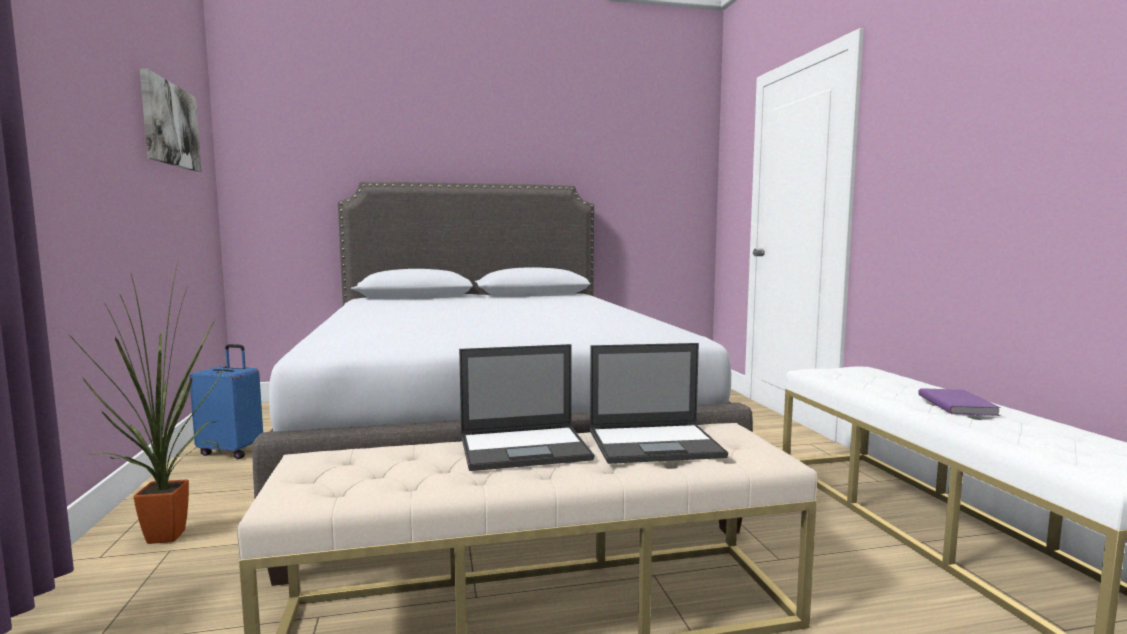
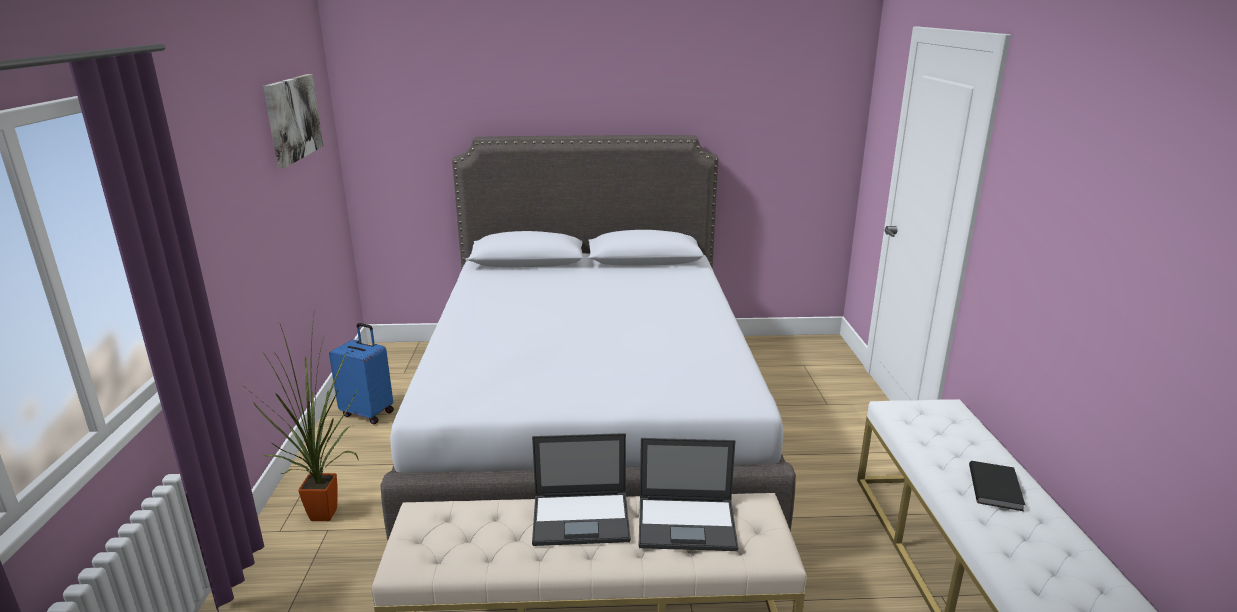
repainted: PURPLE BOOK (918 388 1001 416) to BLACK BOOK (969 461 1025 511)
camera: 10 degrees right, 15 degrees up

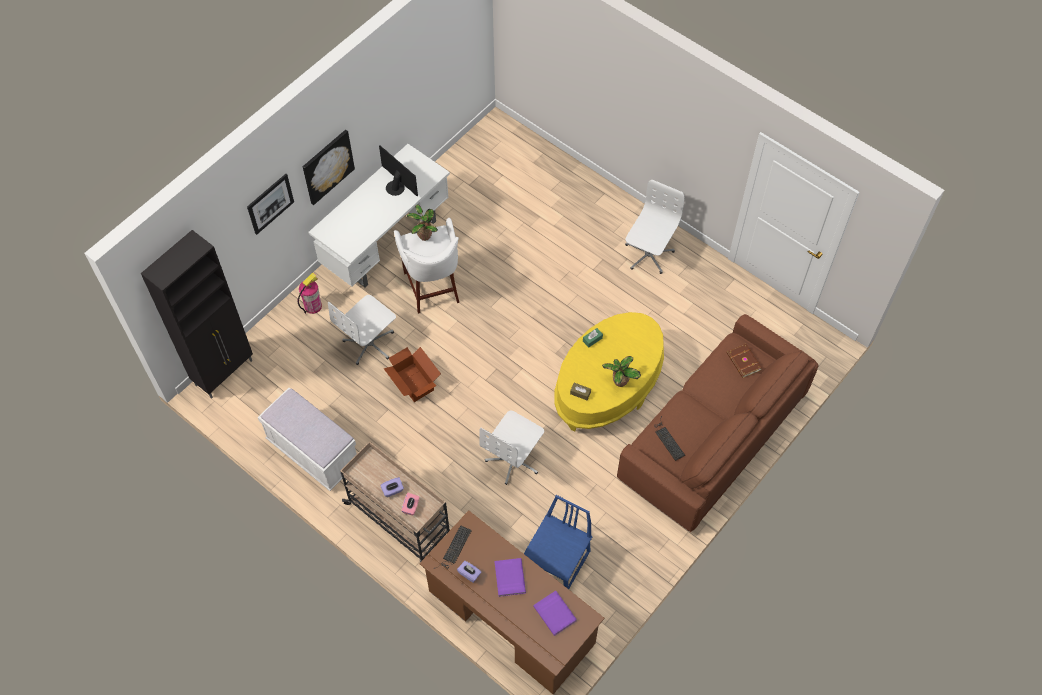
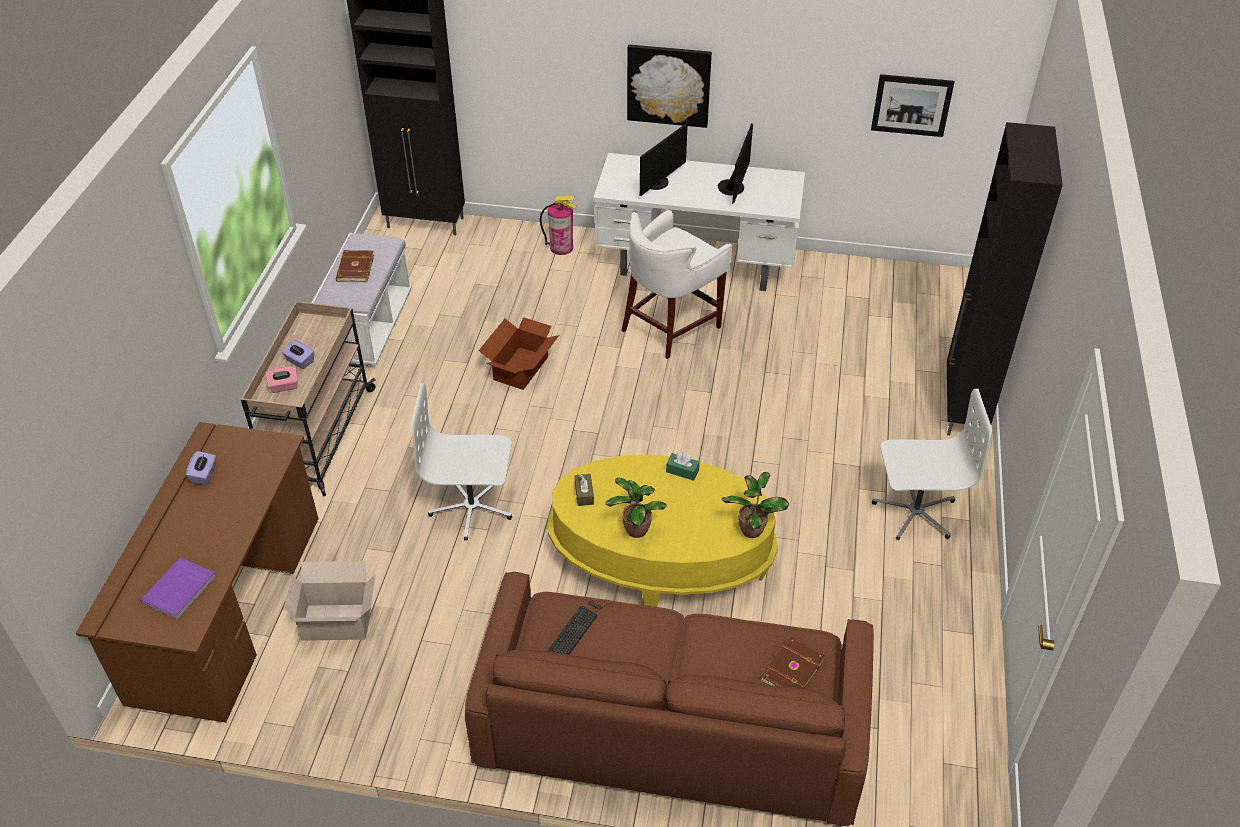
gone: WHITE OFFICE CHAIR (328 295 396 365); KEYBOARD (434 525 472 569); PURPLE BOOK (495 558 526 597)
new: BLACK CABINET (946 122 1063 435); MONITOR (640 123 688 196); BROWN BOOK (336 250 374 282)
shifted: PICTURE (247 174 294 235) to (871 74 954 137); POTTED PLANT (407 205 438 241) to (721 472 789 538)
swapped: BLUE CHAIR (524 495 592 589) to CARDBOARD BOX (284 561 376 641)
camera: 60 degrees right, 15 degrees down

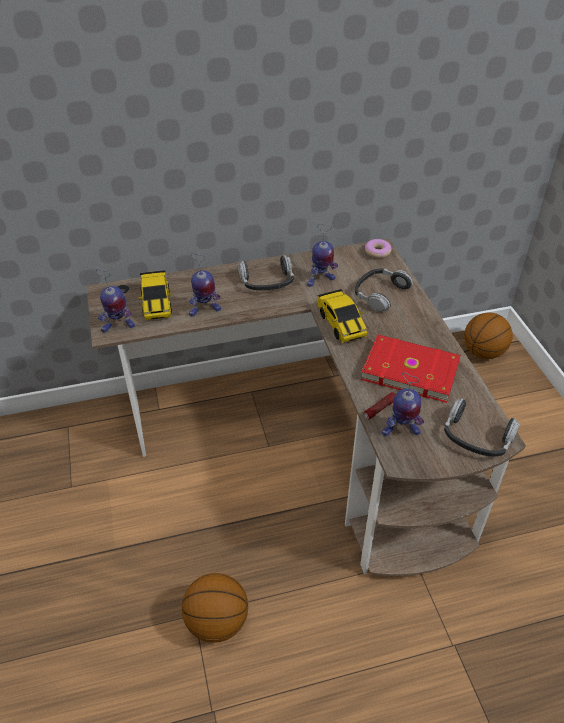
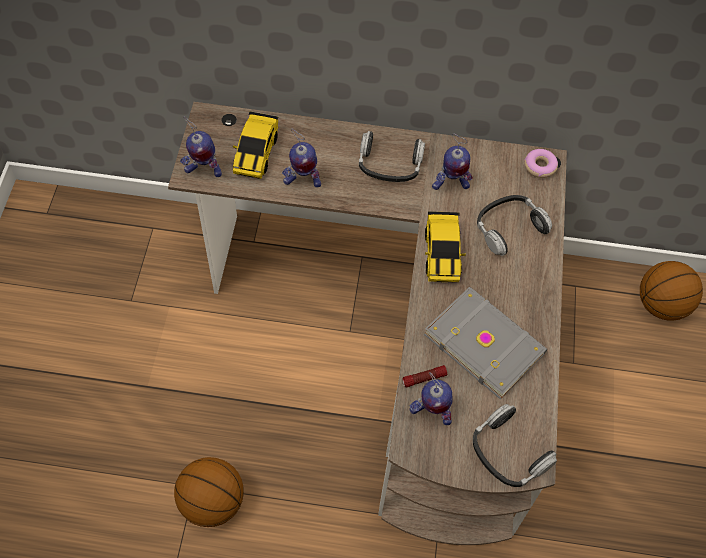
repainted: RED BOOK (361 335 461 403) to GREY BOOK (424 287 547 400)
camera: 20 degrees right, 15 degrees up

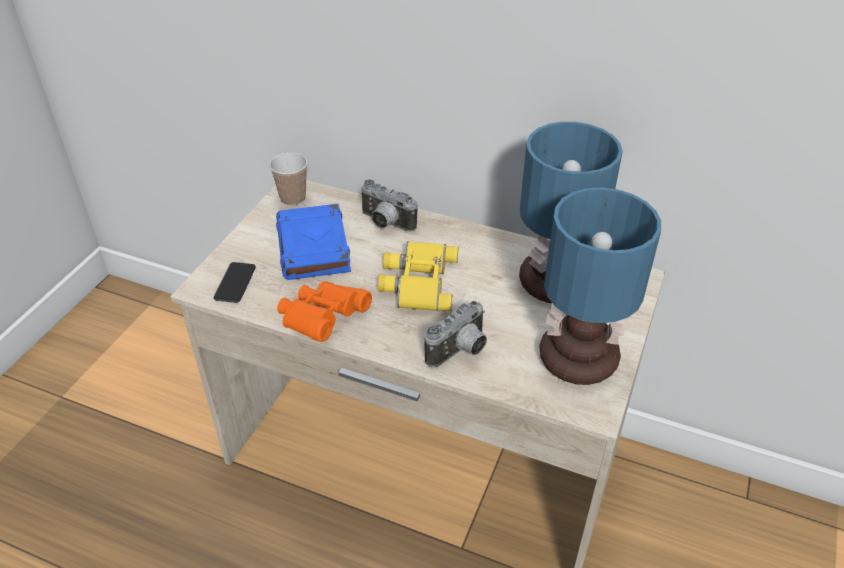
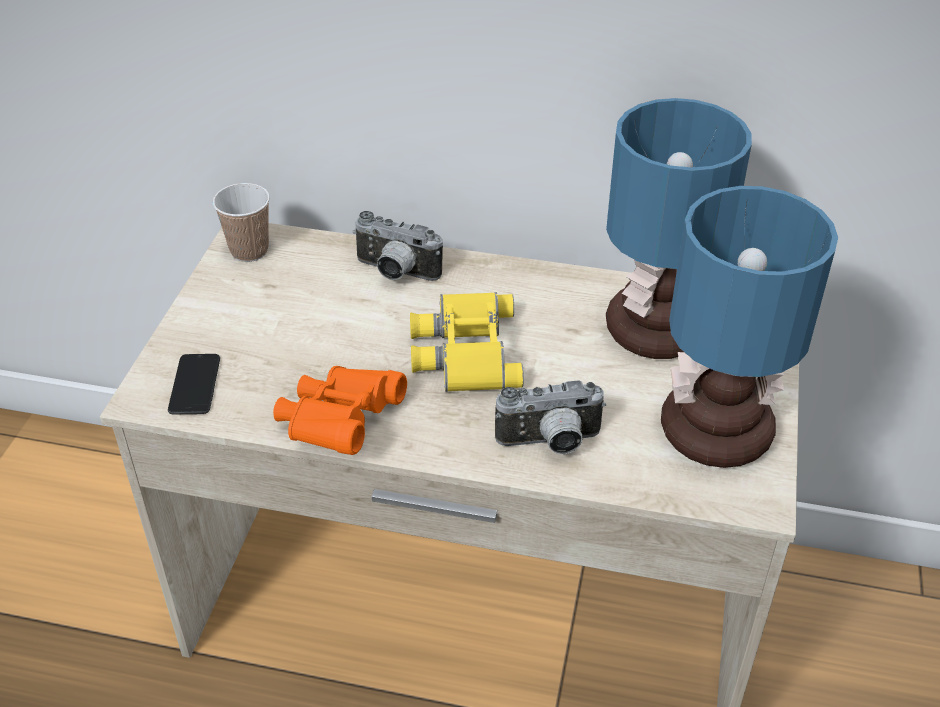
gone: BLUE BOOK (276 204 351 280)
rotated: PHOTO CAMERA (424 301 487 368) = (495 380 606 454) 45 degrees clockwise
camera: 10 degrees left, 0 degrees up

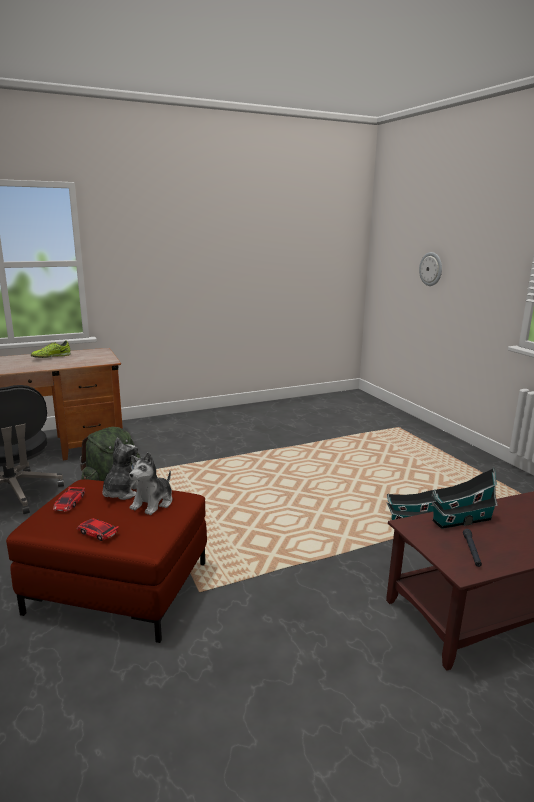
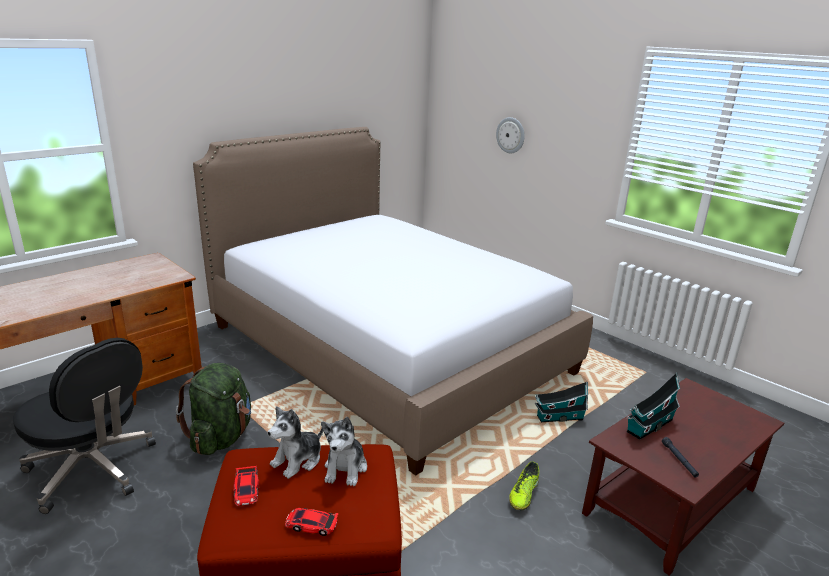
new: BED (193 127 593 476)
shifted: SHOE (31 340 71 358) to (509 461 539 510)
rotated: PLUSH TOY (102 437 138 500) = (268 406 323 479) 135 degrees counterclockwise
camera: 20 degrees left, 5 degrees up

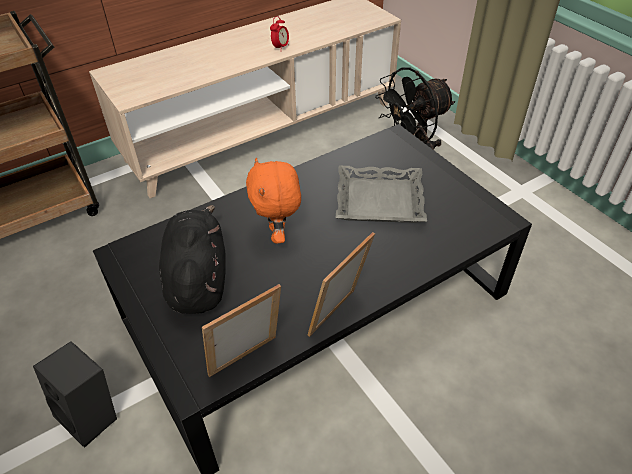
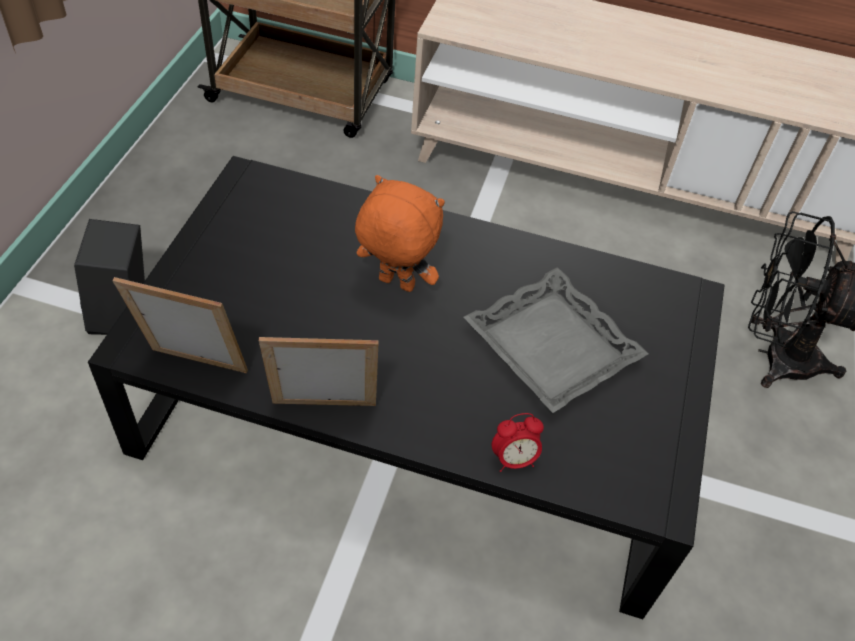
gone: BLACK PLUSH TOY (159 205 226 314)
shifted: ALARM CLOCK (270 16 289 48) to (492 413 544 472)
rotated: ORANGE PLUSH TOY (246 158 301 244) = (355 175 445 292) 75 degrees clockwise
camera: 45 degrees right, 5 degrees up

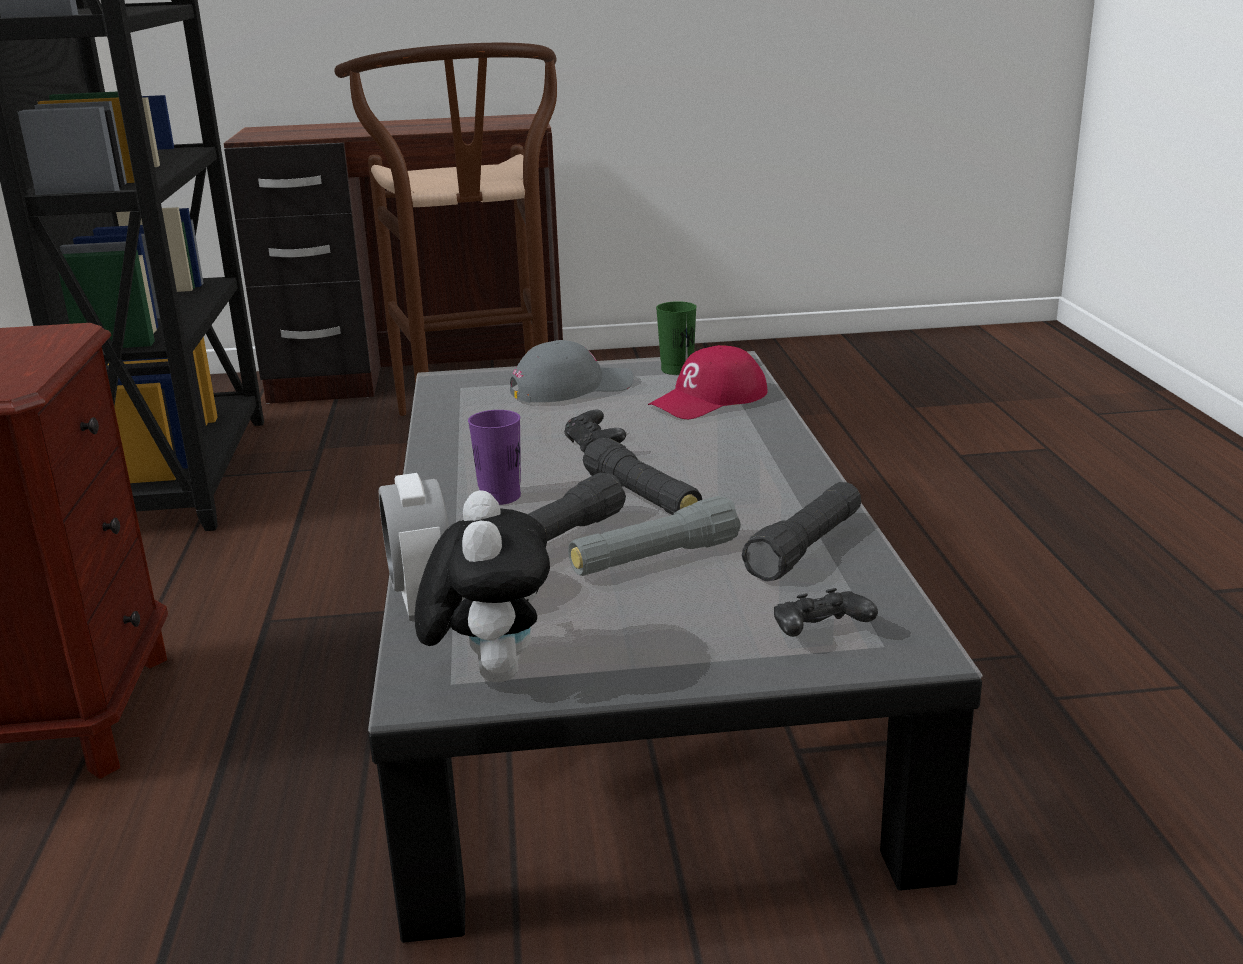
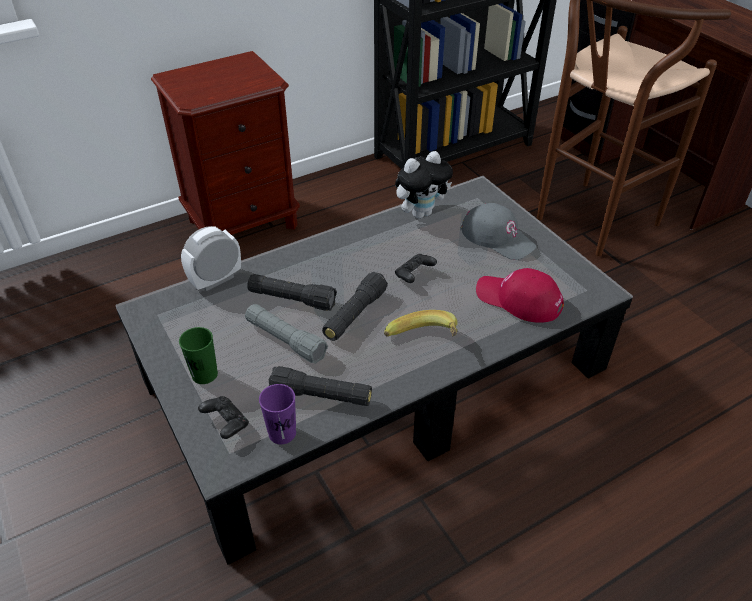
new: BANANA (384 310 458 337)
shifted: GREEN CUP (656 301 697 375) to (179 327 218 384); PURPLE CUP (468 410 521 505) to (259 384 296 444); PLUSH TOY (415 490 550 682) to (395 151 453 219)
camera: 65 degrees right, 20 degrees up

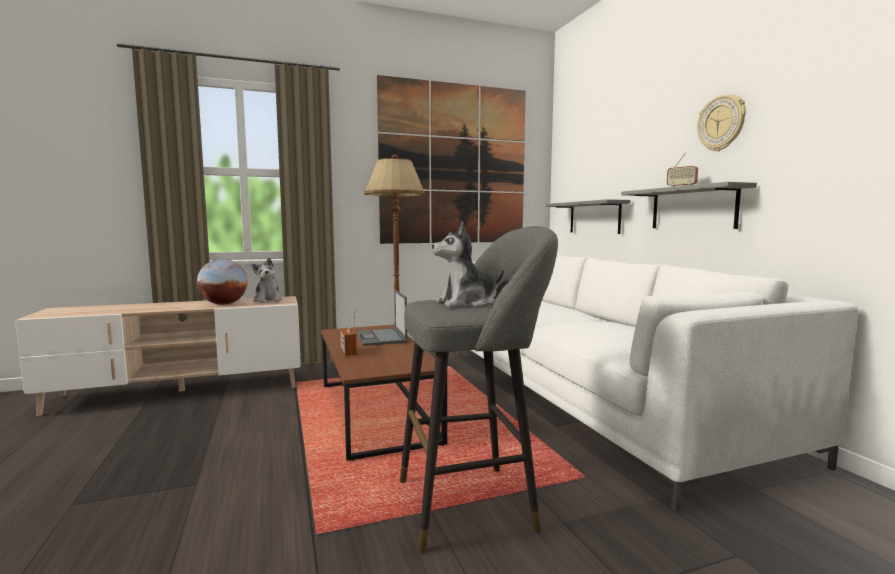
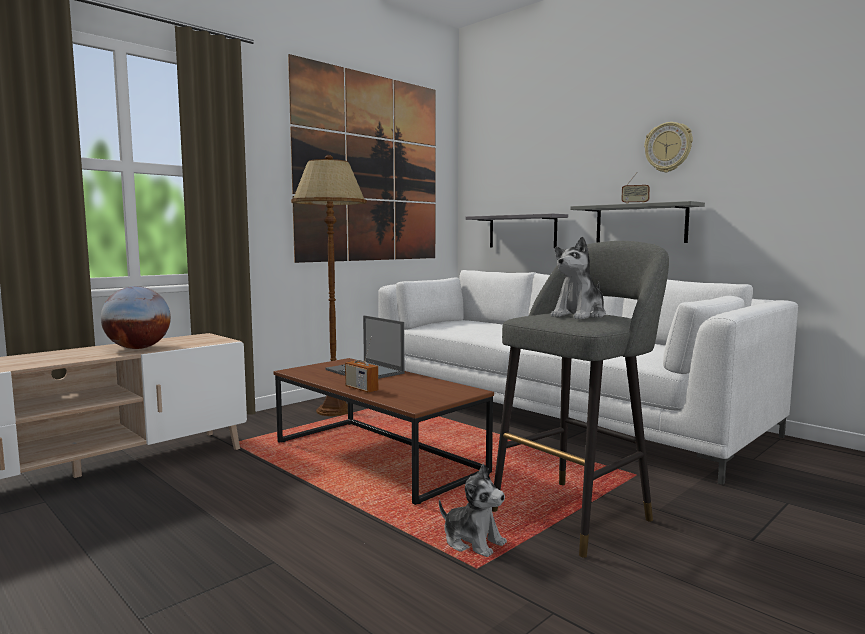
shifted: PLUSH TOY (251 258 282 303) to (439 464 507 557)
camera: 25 degrees left, 0 degrees up

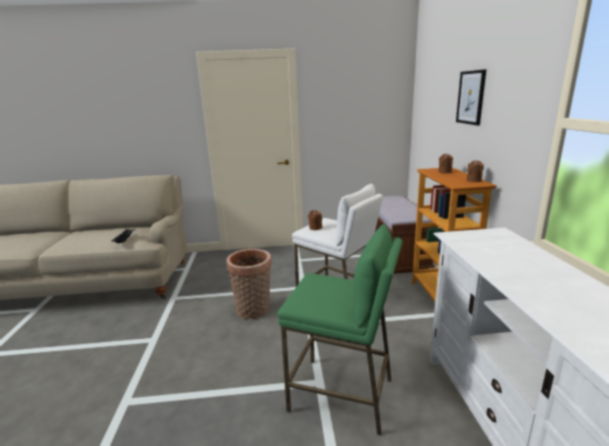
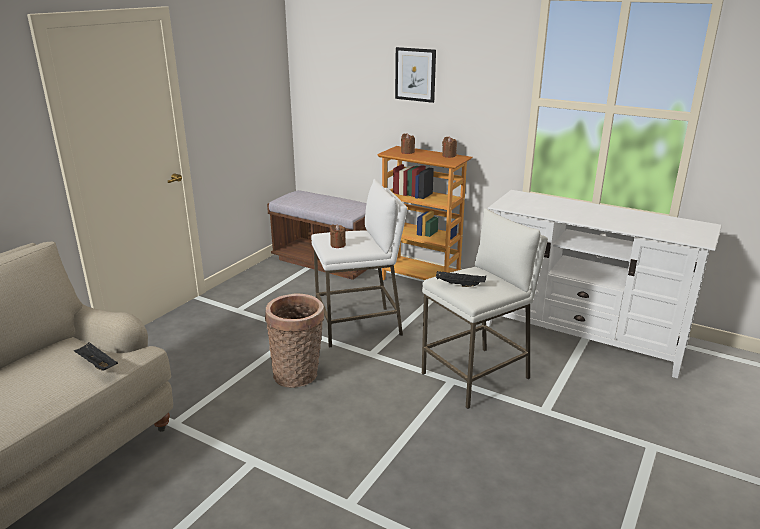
new: BLACK TRAY (436 271 486 287)
repainted: GREEN STOOL (277 224 402 435) to WHITE STOOL (422 208 548 409)
camera: 55 degrees left, 5 degrees up

